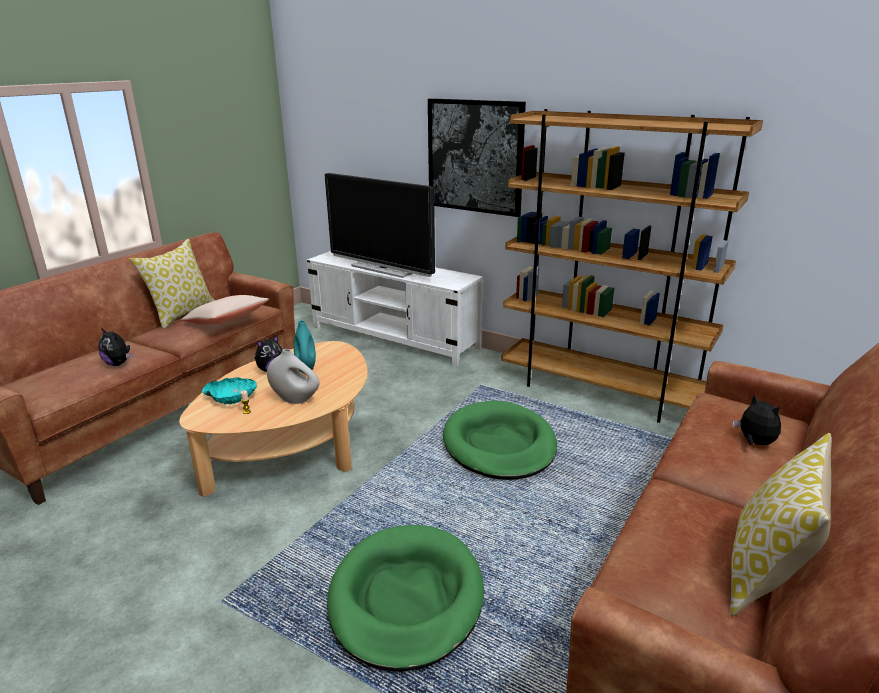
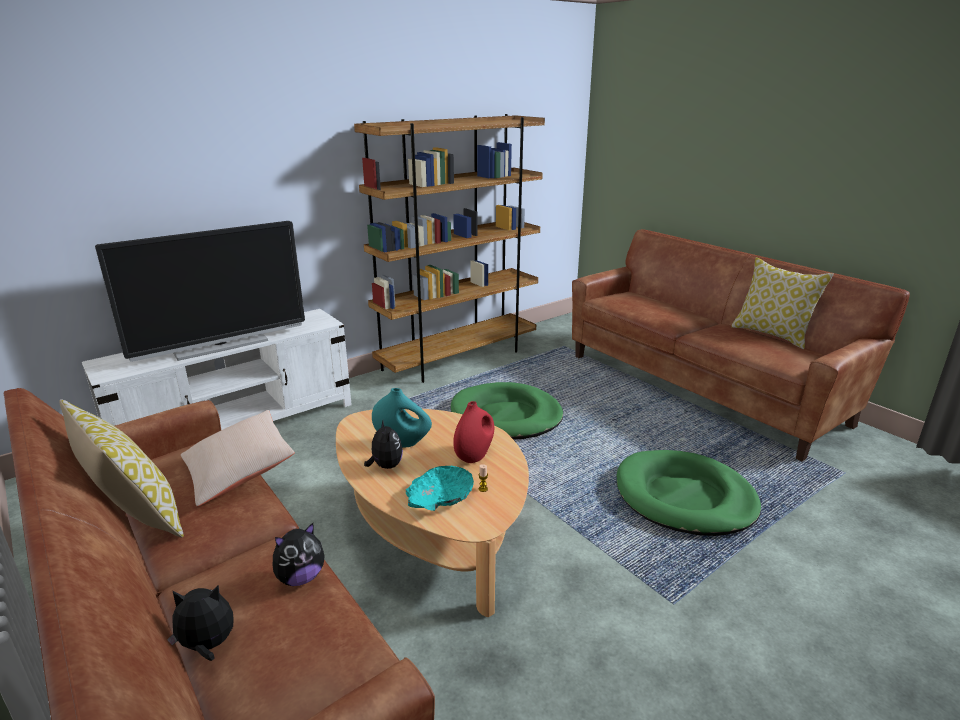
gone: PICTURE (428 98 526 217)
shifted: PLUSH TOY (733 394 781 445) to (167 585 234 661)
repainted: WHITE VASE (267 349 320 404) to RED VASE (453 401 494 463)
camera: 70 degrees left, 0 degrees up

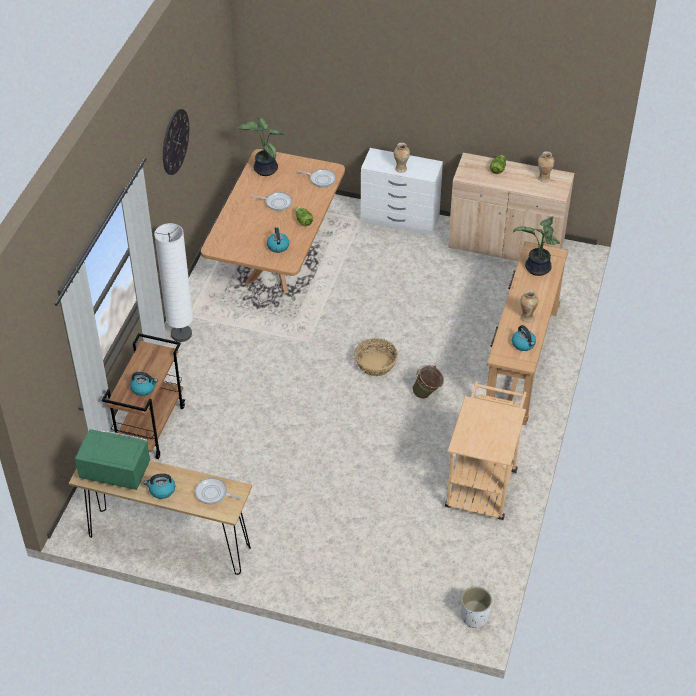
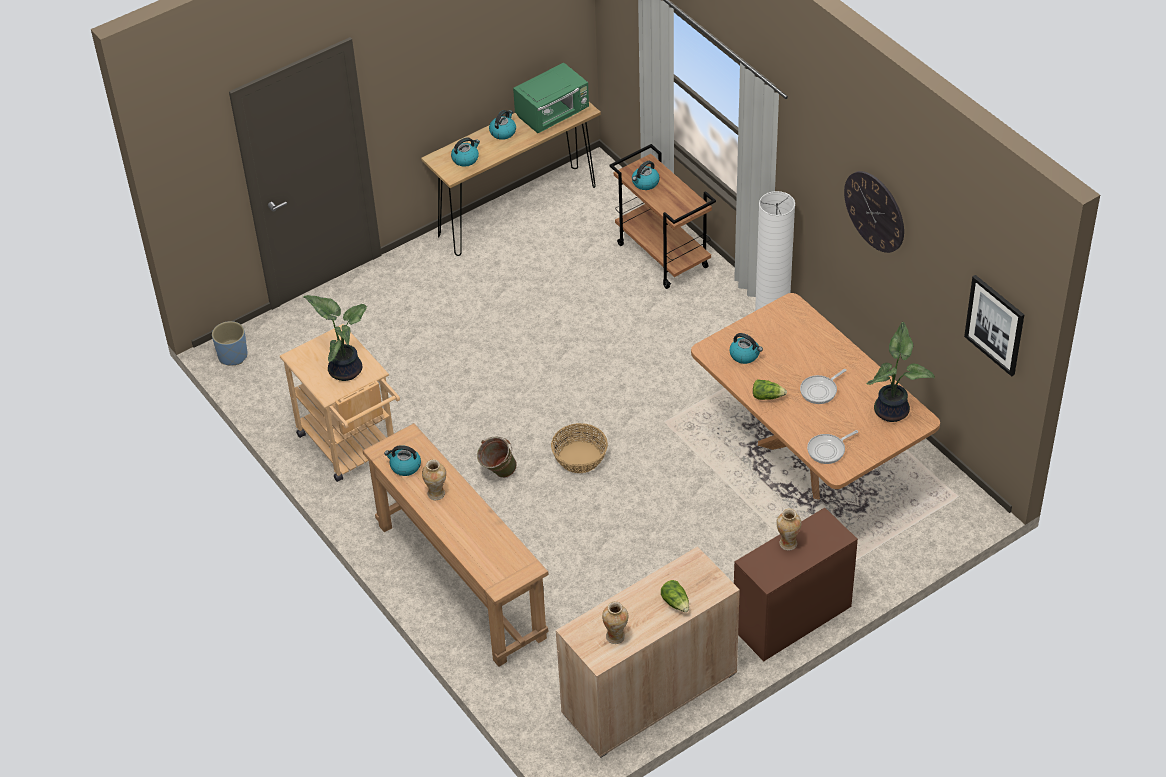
new: PICTURE (964 275 1024 377)
shifted: POTTED PLANT (513 216 560 276) to (303 295 367 381)
swapped: FRYING PAN (195 478 242 505) to KETTLE (451 138 480 167)
repainted: WHITE DRESSER (360 148 443 236) to BROWN DRESSER (734 508 858 661); WHITE PLANTER (461 586 492 628) to BLUE PLANTER (212 321 248 366)
camera: 130 degrees right, 0 degrees up

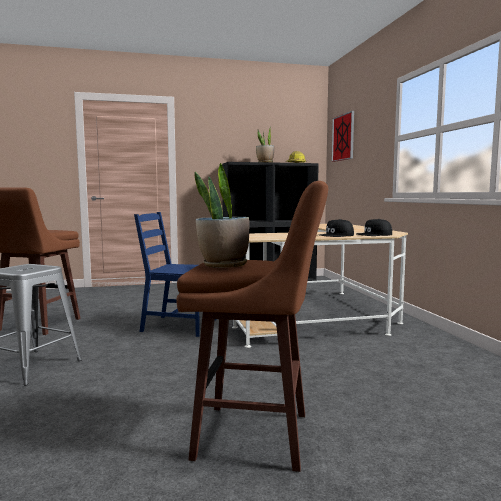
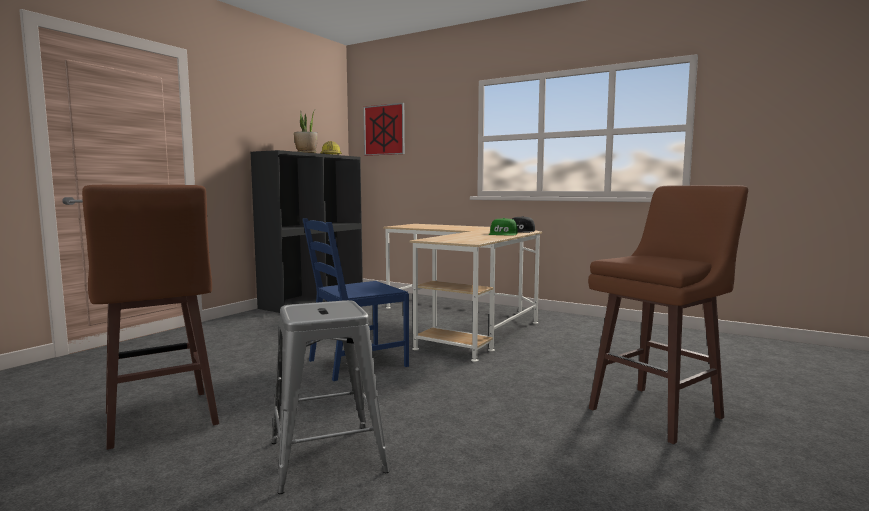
gone: POTTED PLANT (194 163 250 268)
repainted: BLACK CAP (319 219 354 237) to GREEN CAP (488 218 518 236)
camera: 45 degrees left, 0 degrees up

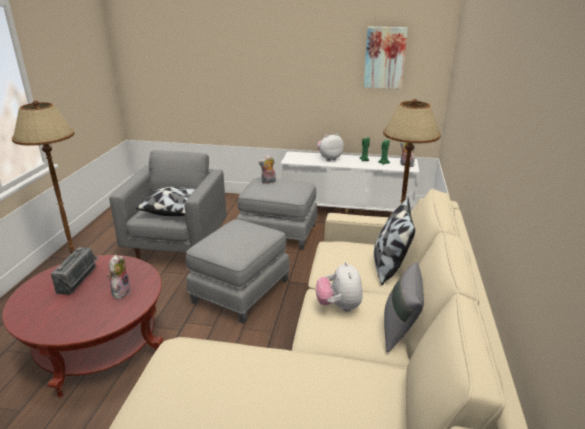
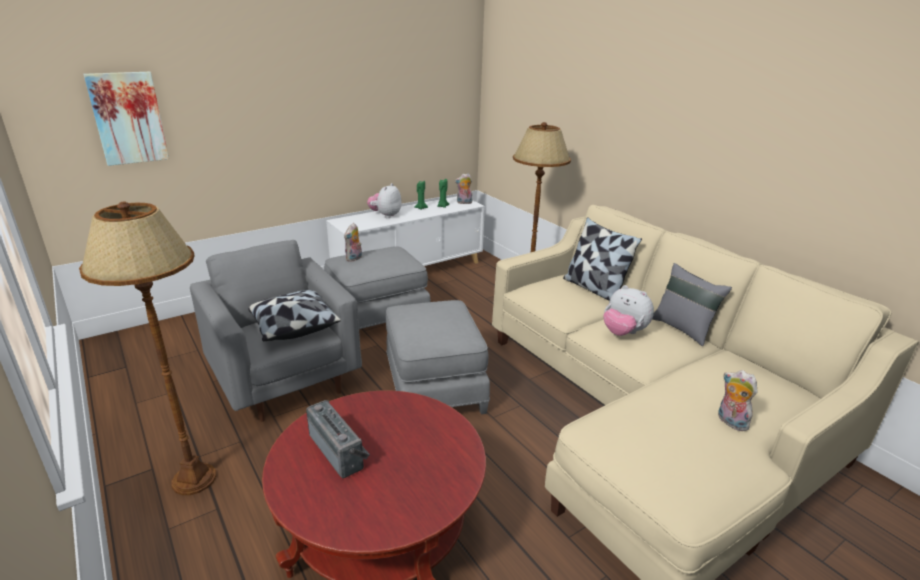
shifted: PICTURE (364 27 408 89) to (84 71 169 166); PLUSH TOY (108 255 131 299) to (718 370 758 431)
camera: 45 degrees left, 0 degrees up

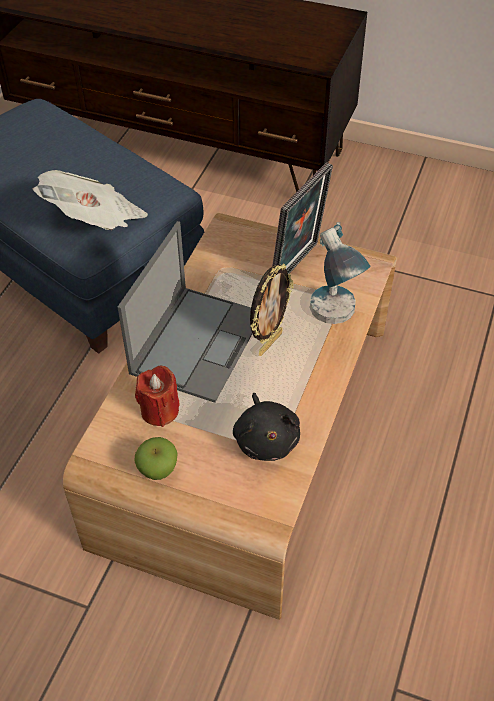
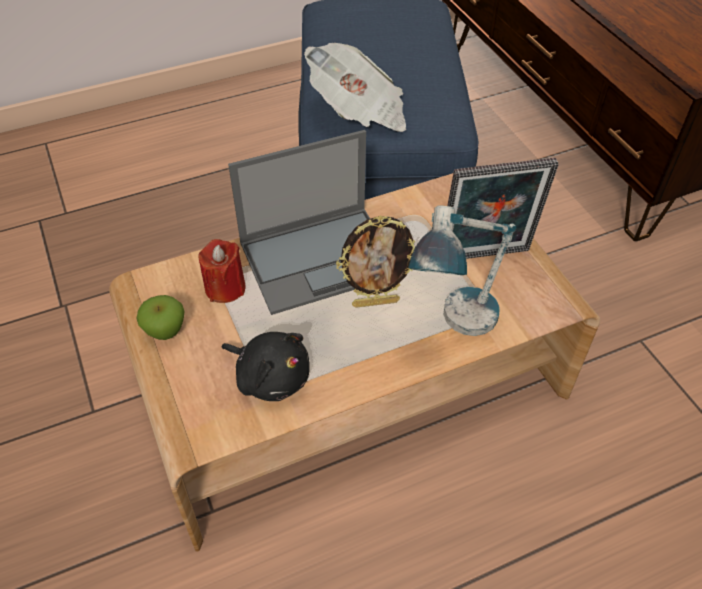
rotated: BLACK PLUSH TOY (233 393 300 461) = (222 332 310 401) 90 degrees counterclockwise
camera: 45 degrees right, 0 degrees up

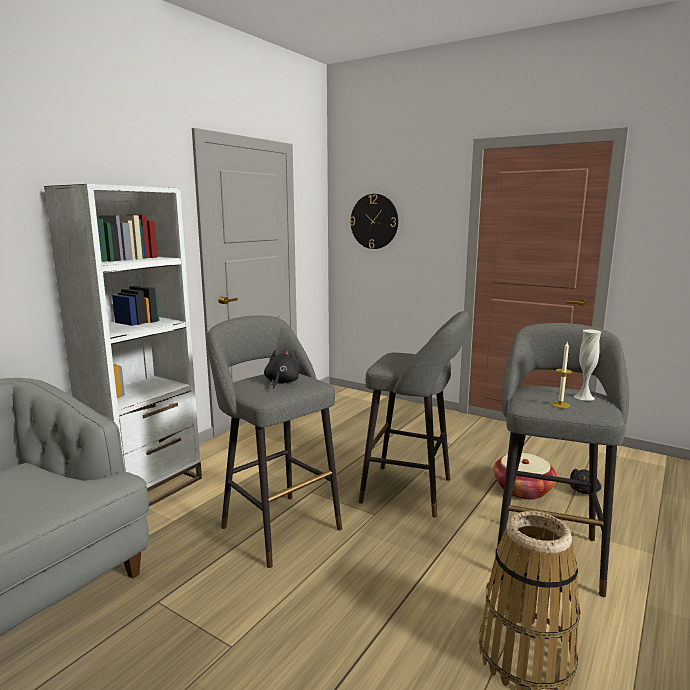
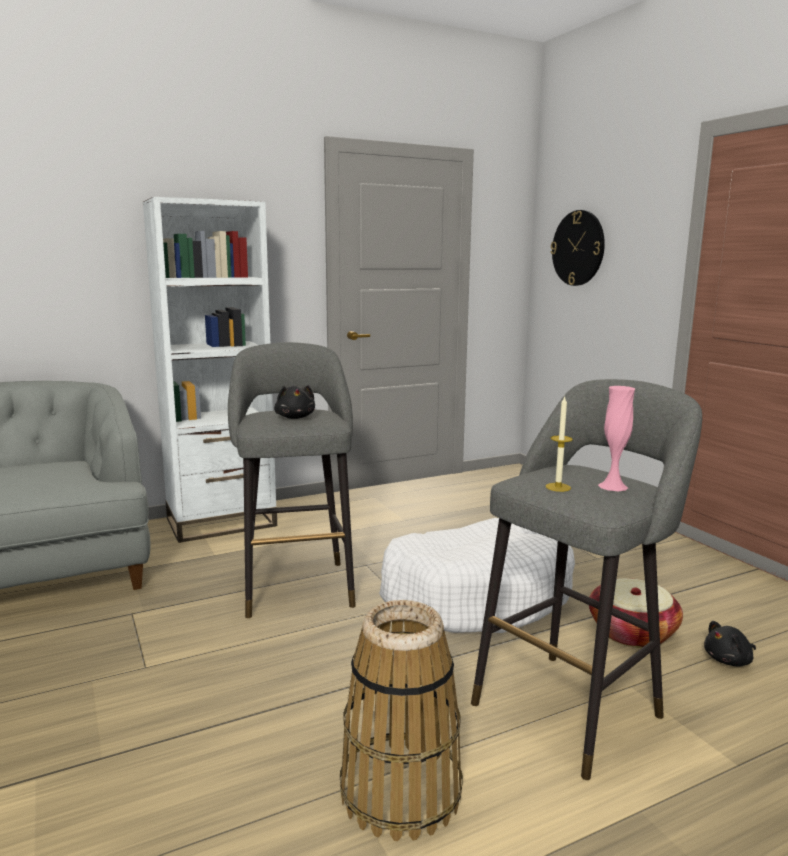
swapped: GREY STOOL (358 311 468 518) to WHITE DOG BED (379 518 575 633)
repainted: WHITE VASE (574 329 601 401) to PINK VASE (598 386 635 491)
rotated: BLACK PLUSH TOY (264 350 300 389) = (274 385 315 419) 120 degrees clockwise
camera: 30 degrees right, 0 degrees up

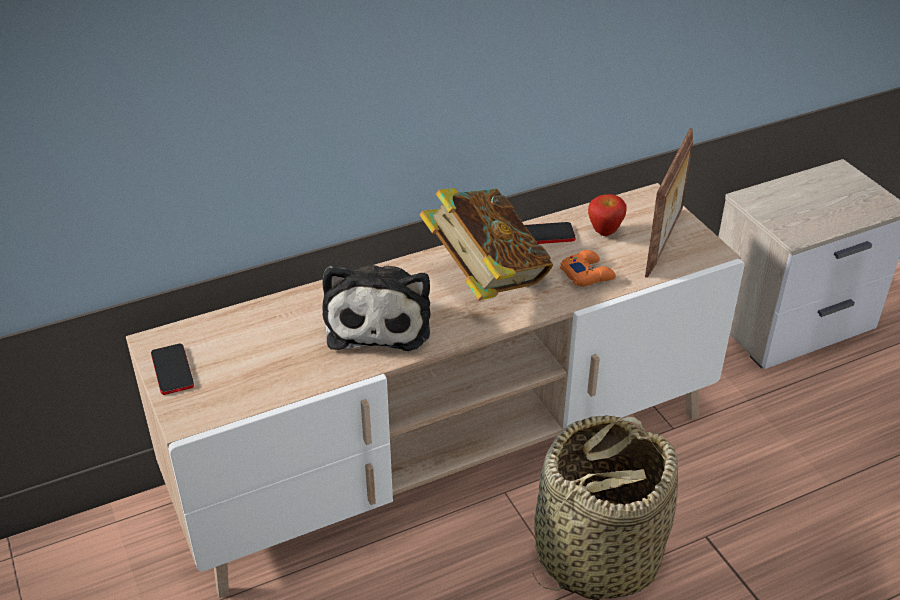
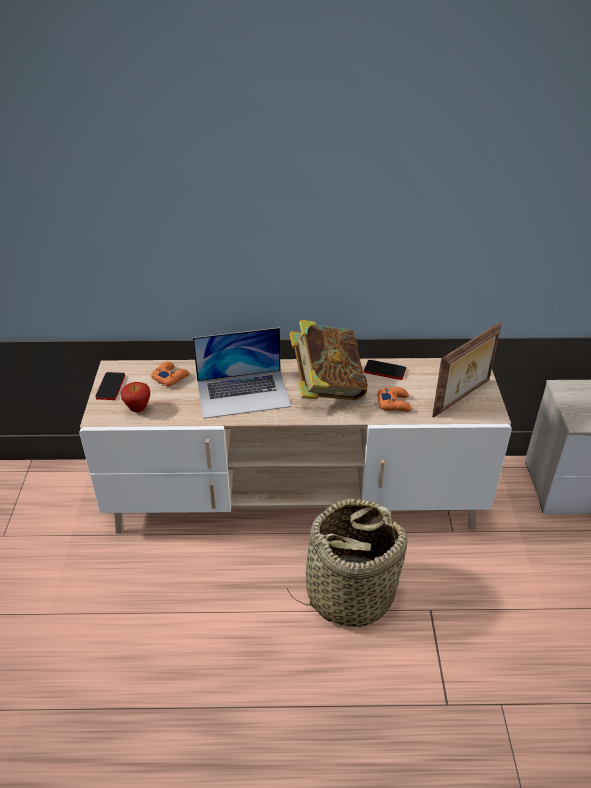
new: ORANGE GAME CONTROLLER (151 362 189 386)
shifted: APPLE (588 194 627 236) to (121 382 151 412)
swapped: PLUSH TOY (322 265 431 351) to LAPTOP (193 328 291 419)
camera: 25 degrees right, 0 degrees up

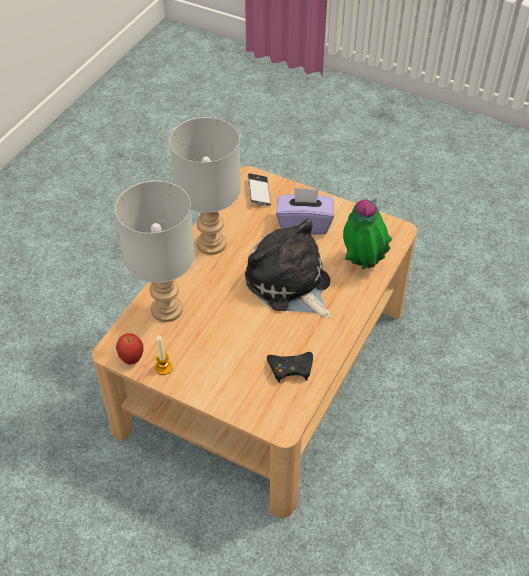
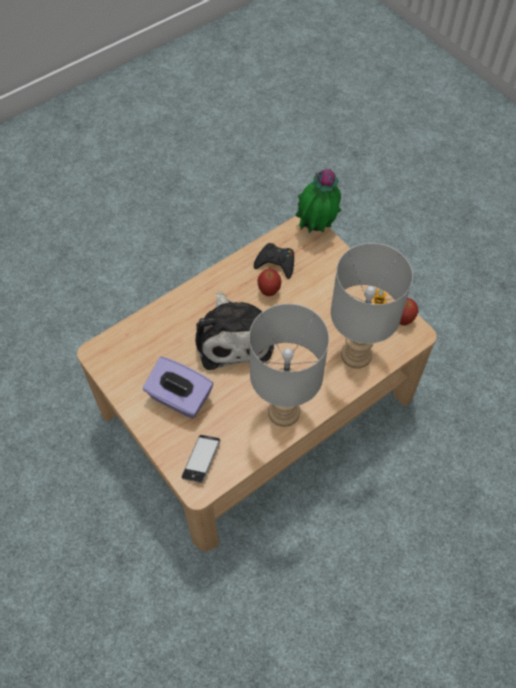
new: APPLE (257 269 281 296)
shifted: POTTED PLANT (343 198 392 269) to (295 169 341 233)
camera: 155 degrees left, 10 degrees up

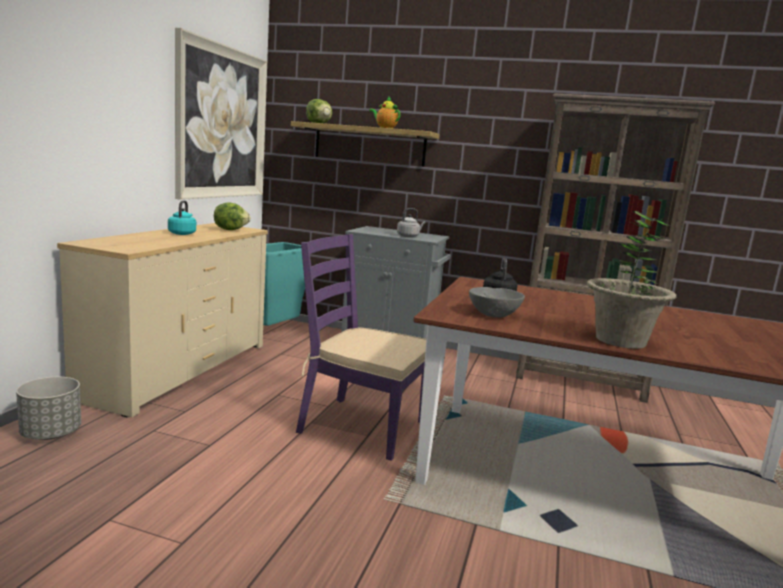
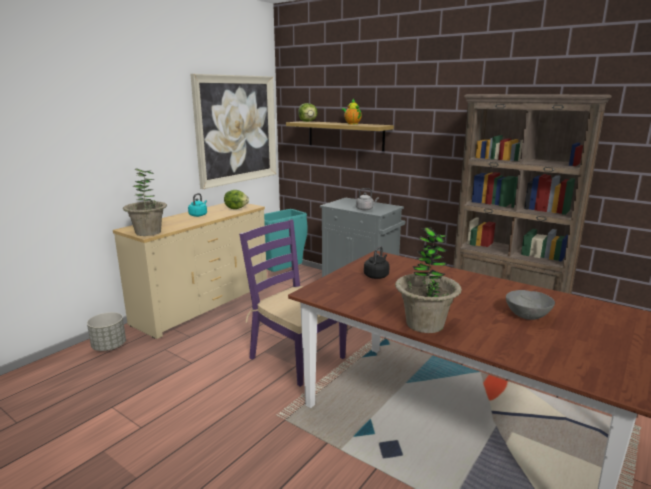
new: POTTED PLANT (123 169 167 236)
shifted: GREY BOWL (469 287 525 318) to (506 290 555 320)
camera: 20 degrees right, 5 degrees up

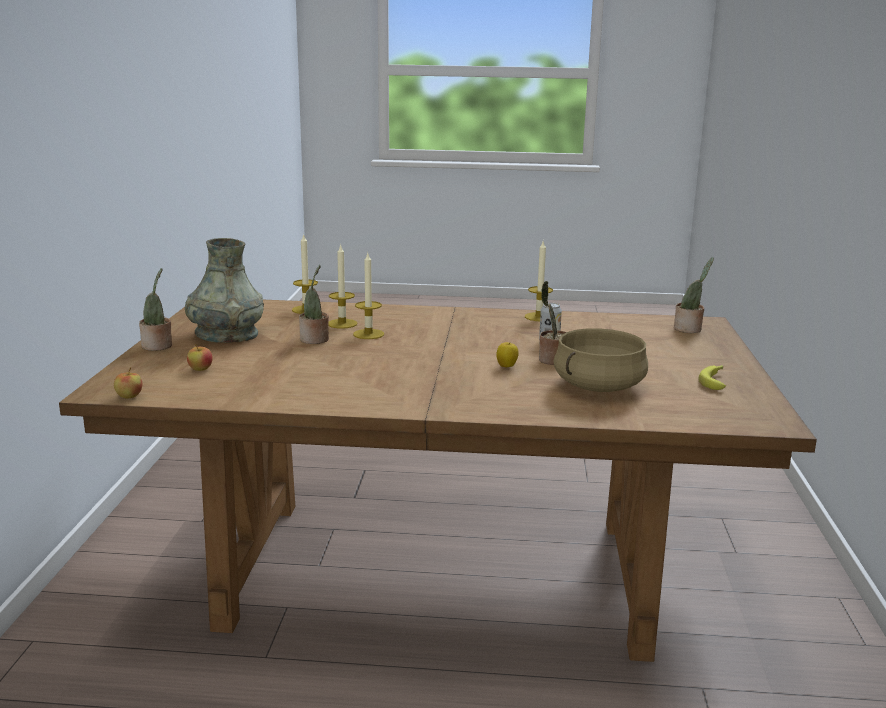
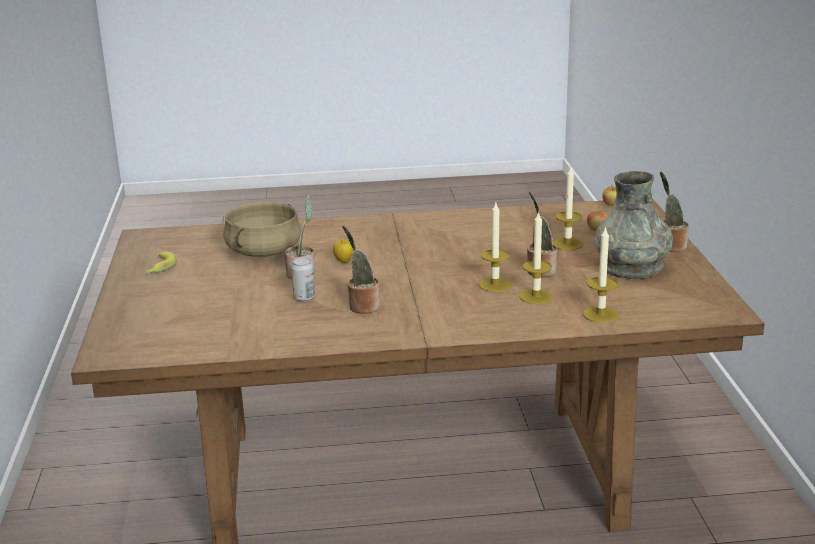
shifted: CANDLE (525 241 553 321) to (553 167 583 250); POTTED PLANT (674 257 714 333) to (342 225 380 314)
camera: 170 degrees right, 5 degrees up

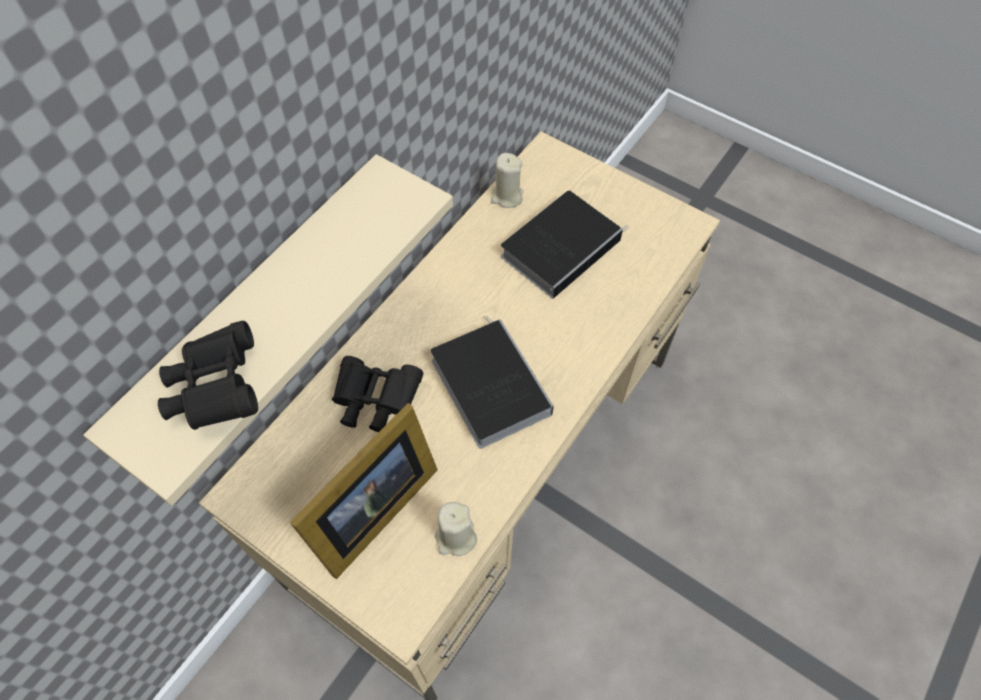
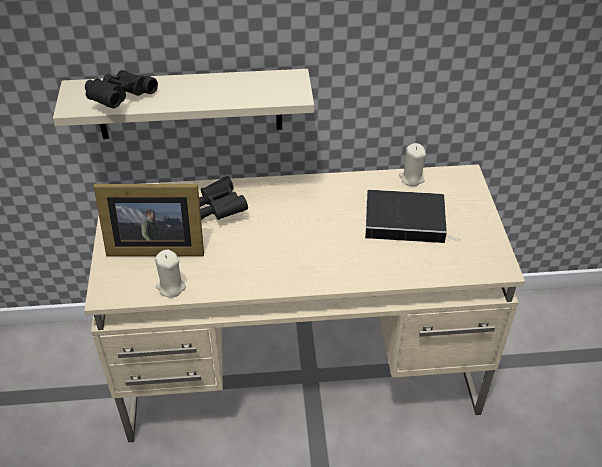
gone: BOOK (431 316 554 449)
camera: 50 degrees right, 15 degrees down

